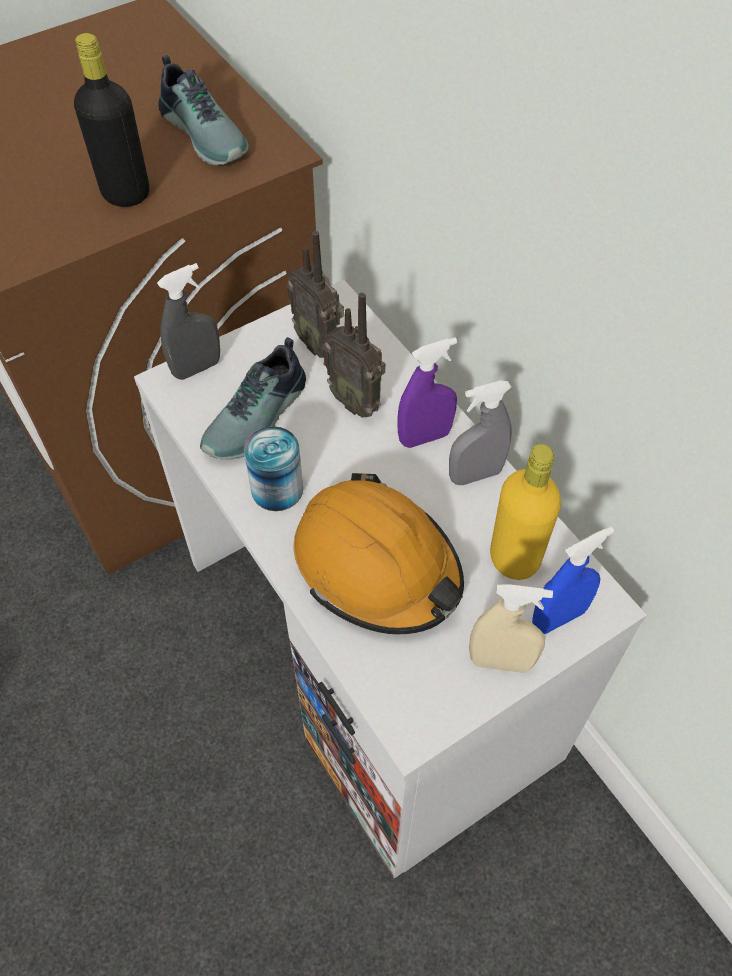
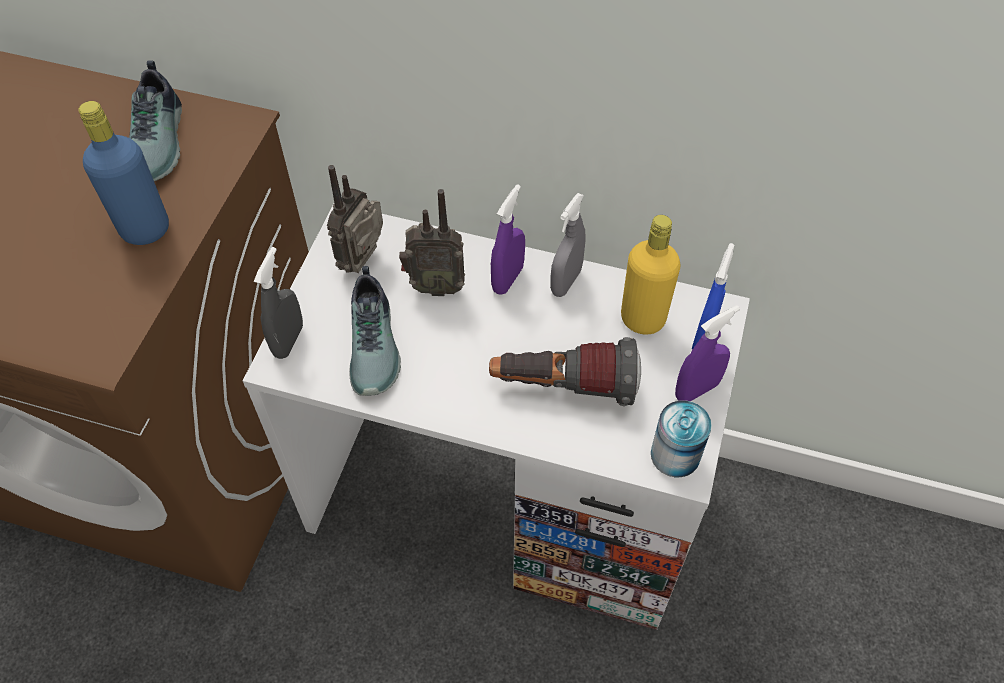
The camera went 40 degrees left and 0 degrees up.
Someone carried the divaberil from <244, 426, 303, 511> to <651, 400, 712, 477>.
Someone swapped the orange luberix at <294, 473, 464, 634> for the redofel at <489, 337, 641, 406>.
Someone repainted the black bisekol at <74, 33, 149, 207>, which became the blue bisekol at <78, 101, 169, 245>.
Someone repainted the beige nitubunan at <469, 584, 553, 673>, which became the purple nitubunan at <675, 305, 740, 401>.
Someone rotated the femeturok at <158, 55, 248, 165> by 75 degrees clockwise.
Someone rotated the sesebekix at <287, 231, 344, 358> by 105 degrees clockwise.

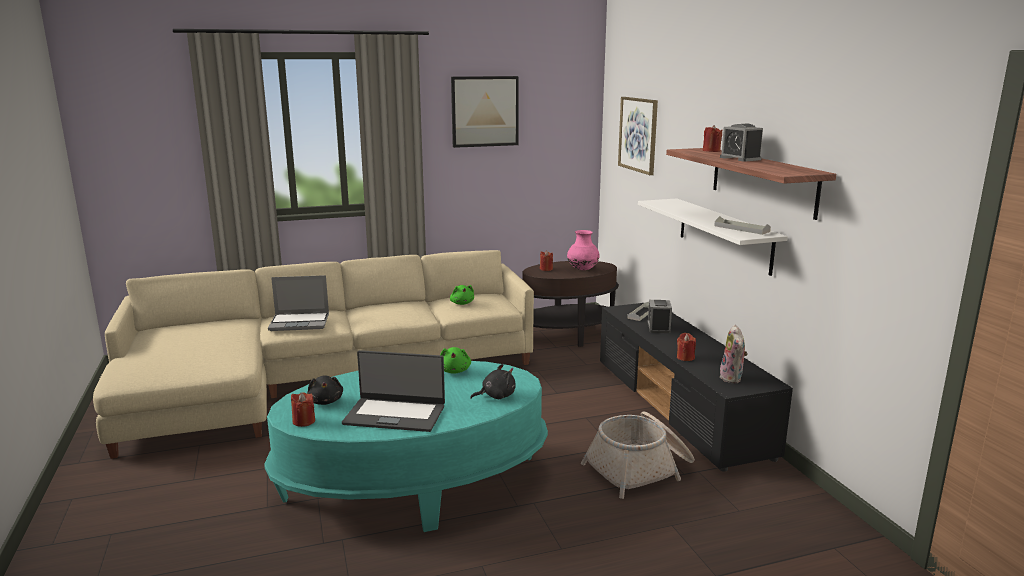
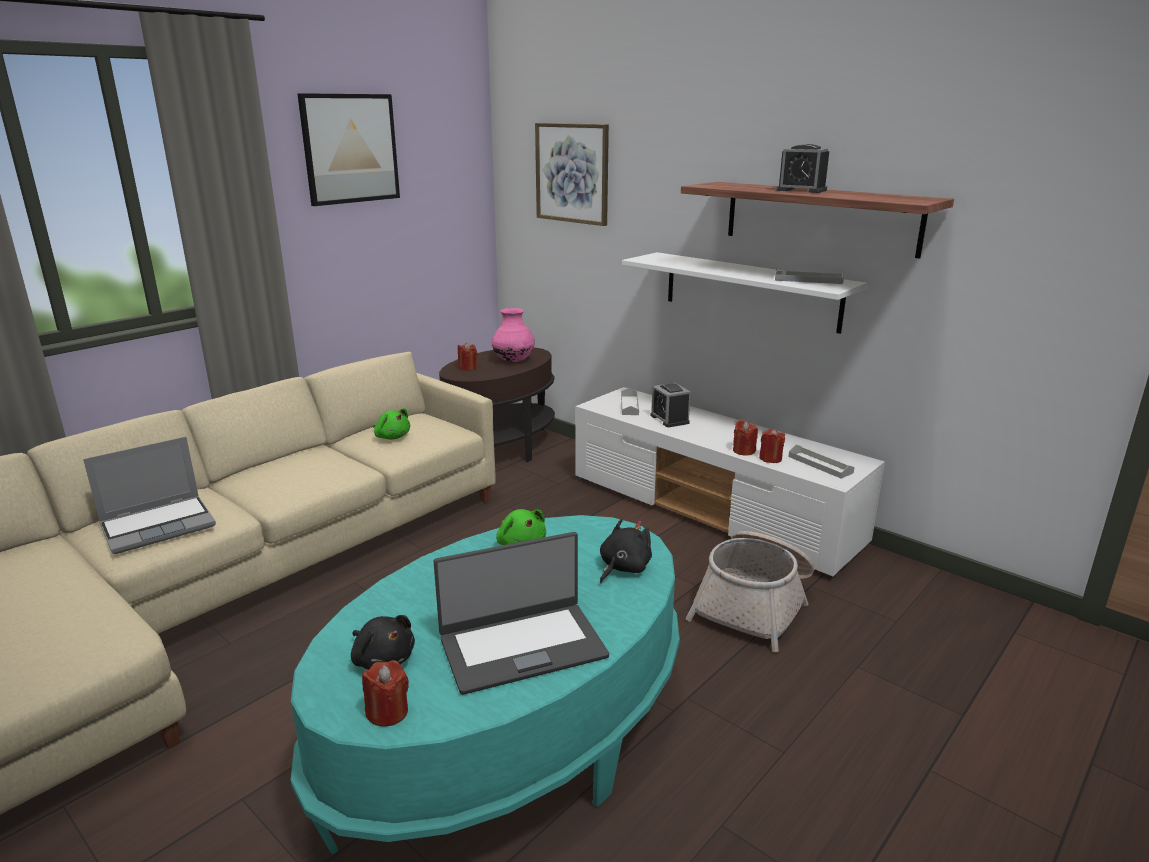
The camera went 30 degrees left and 5 degrees up.
Someone carried the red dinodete from <703, 125, 722, 152> to <759, 429, 785, 463>.
Someone swapped the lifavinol at <720, 325, 748, 383> for the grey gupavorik at <789, 445, 854, 479>.
Someone repainted the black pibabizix at <600, 303, 793, 472>, which became the white pibabizix at <575, 387, 885, 578>.

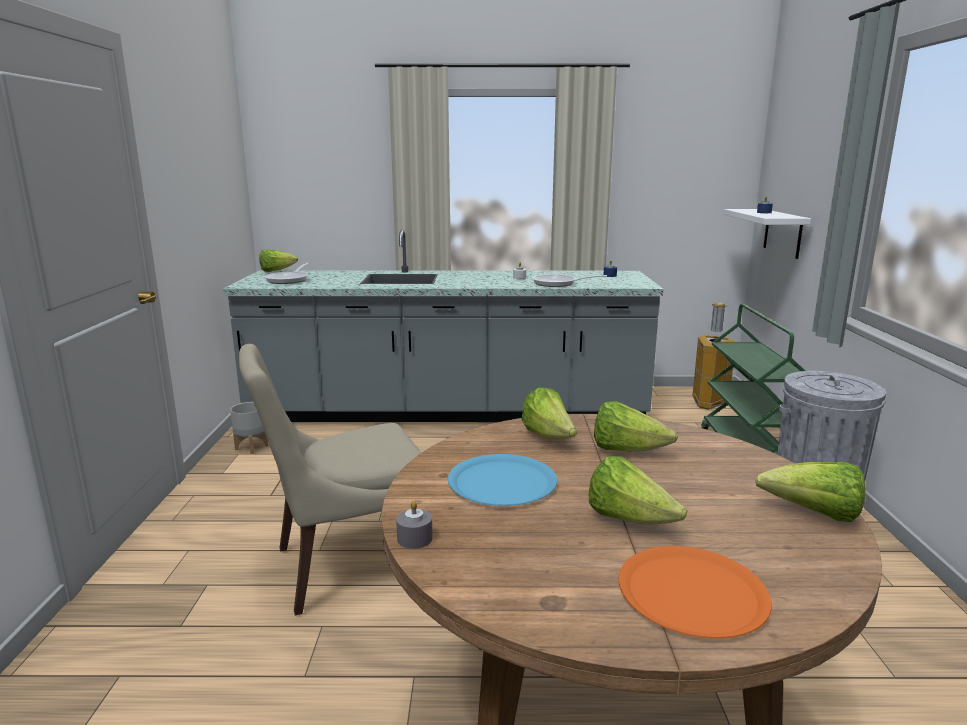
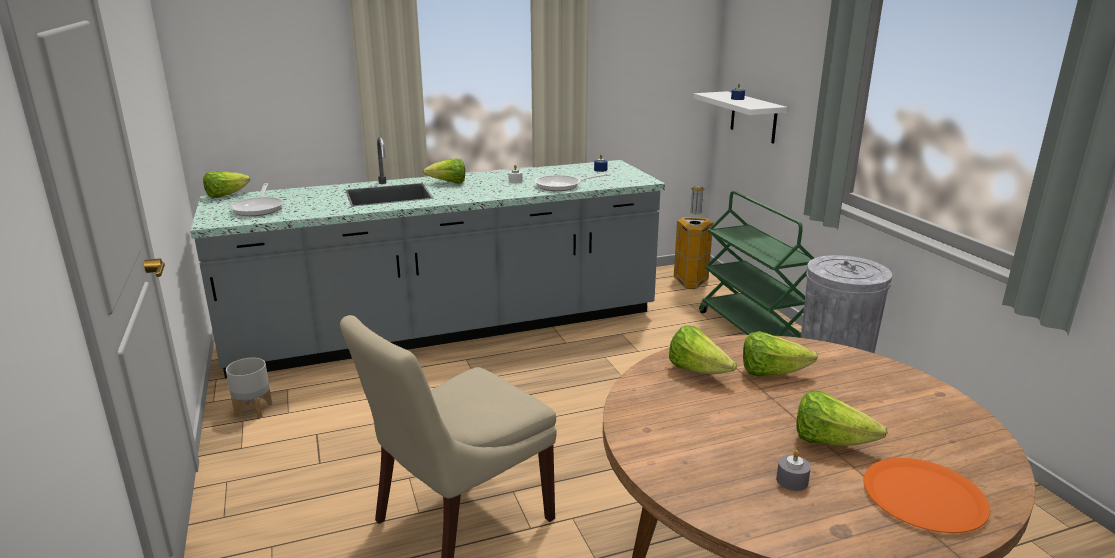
The camera went 20 degrees left and 5 degrees up.
Someone took away the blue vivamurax at <448, 454, 557, 506>.
Someone carried the grey dinodete from <396, 501, 433, 549> to <776, 450, 811, 491>.
Someone carried the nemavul from <755, 462, 866, 522> to <423, 158, 465, 184>.

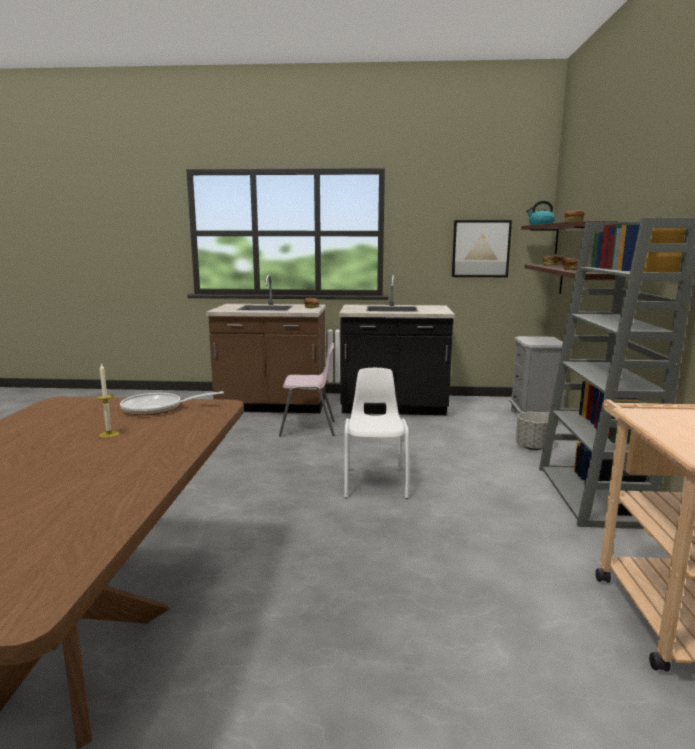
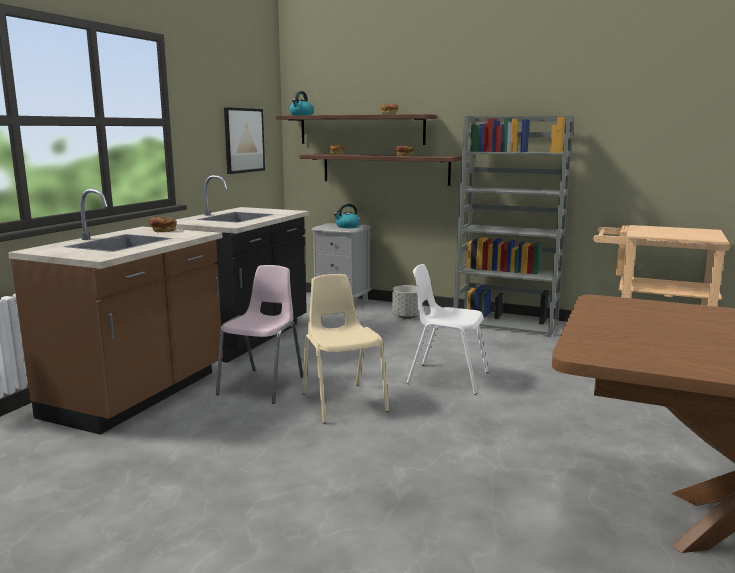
The camera went 70 degrees left and 0 degrees up.
Someone took away the dinodete at <96, 363, 120, 438>.
Someone took away the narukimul at <120, 391, 224, 415>.
Someone put down the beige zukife at <302, 274, 389, 424>.
Someone put down the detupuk at <333, 204, 360, 228>.

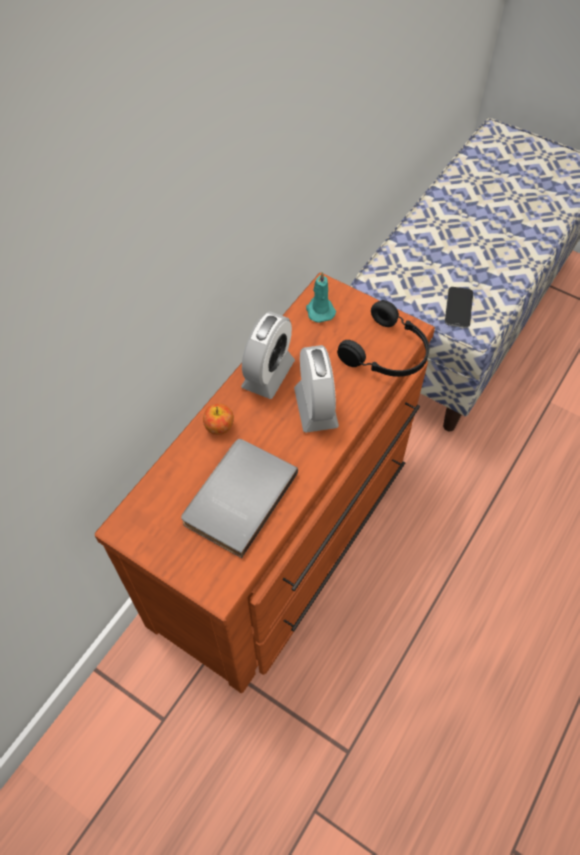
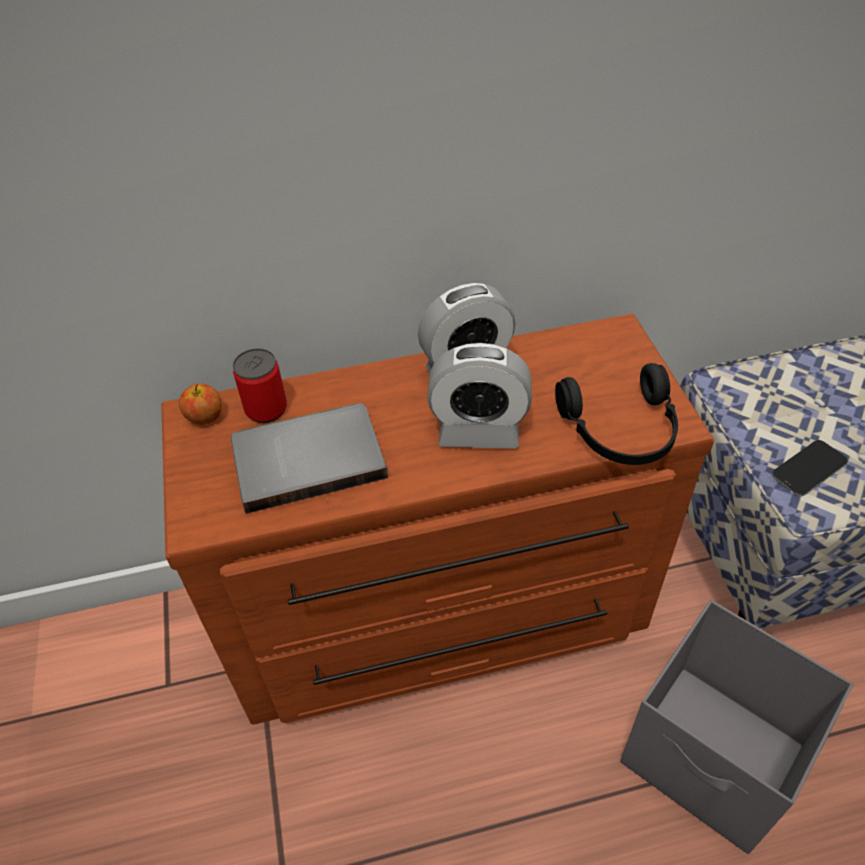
The camera went 45 degrees right and 10 degrees down.
Someone took away the turquoise dinodete at <306, 271, 336, 323>.
Someone put down the divaberil at <233, 348, 287, 423>.
Someone put down the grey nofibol at <620, 600, 854, 854>.
Someone carried the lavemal from <203, 404, 234, 435> to <179, 383, 222, 425>.
Someone rotated the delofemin at <294, 345, 339, 433> by 60 degrees clockwise.

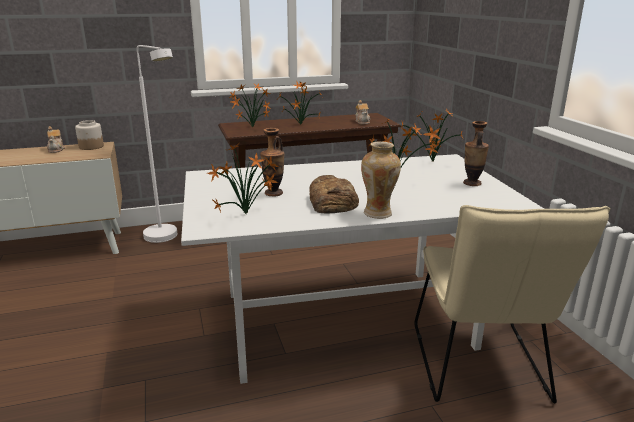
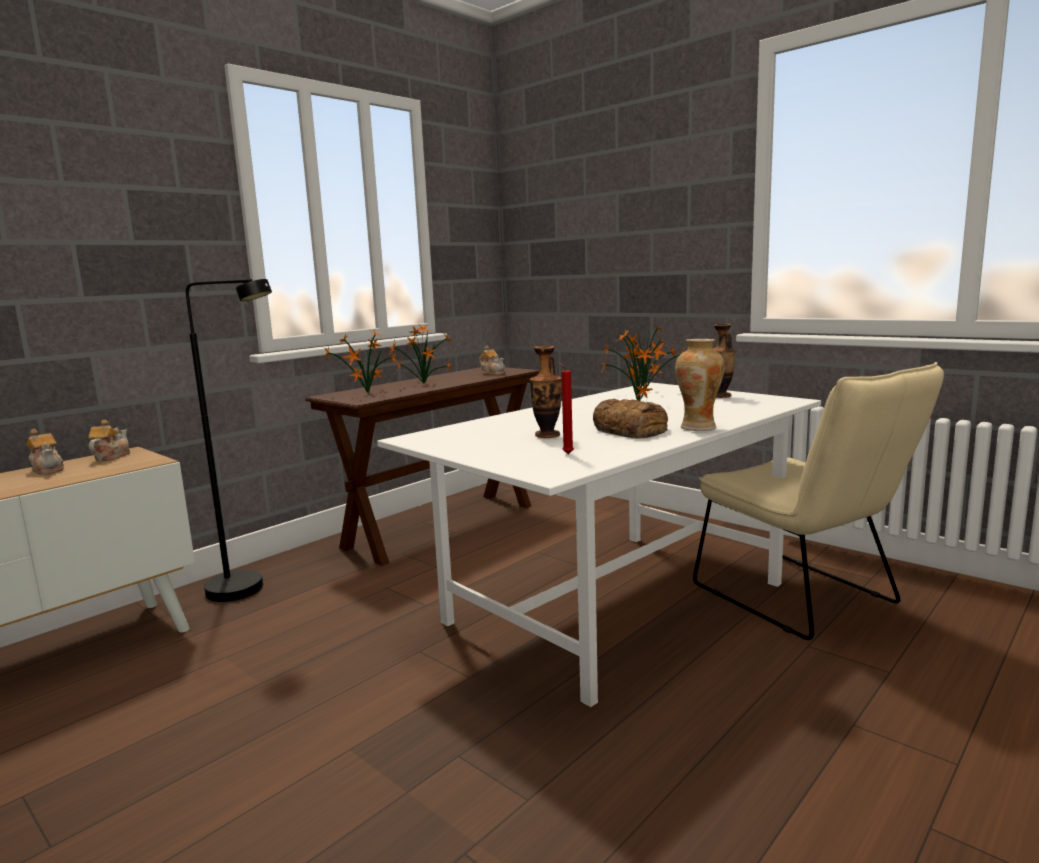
The camera went 30 degrees left and 10 degrees down.
Someone swapped the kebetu at <75, 120, 104, 150> for the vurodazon at <88, 420, 130, 461>.
Someone swapped the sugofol at <207, 142, 279, 214> for the red dinodete at <556, 362, 574, 454>.
Someone repainted the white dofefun at <137, 45, 177, 243>, which became the black dofefun at <186, 279, 272, 602>.

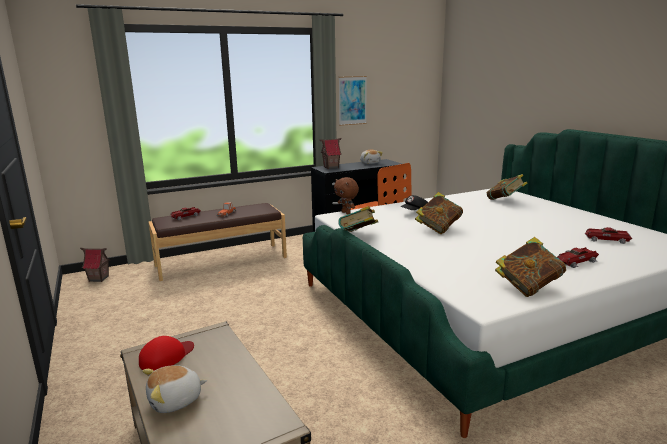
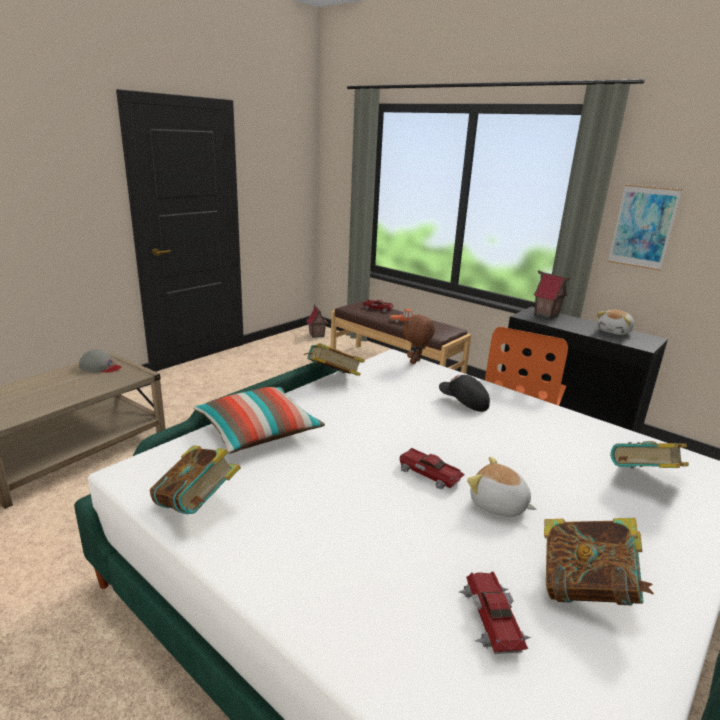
The camera went 65 degrees right and 5 degrees up.
Someone put down the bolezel at <193, 387, 325, 453>.
Someone carried the lifavinol from <142, 365, 207, 413> to <467, 457, 537, 517>.
Someone carried the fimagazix from <415, 192, 463, 234> to <544, 518, 654, 605>.
Someone carried the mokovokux from <557, 247, 599, 268> to <399, 448, 464, 489>.
Someone repainted the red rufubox at <139, 336, 194, 371>, which became the grey rufubox at <79, 349, 122, 373>.

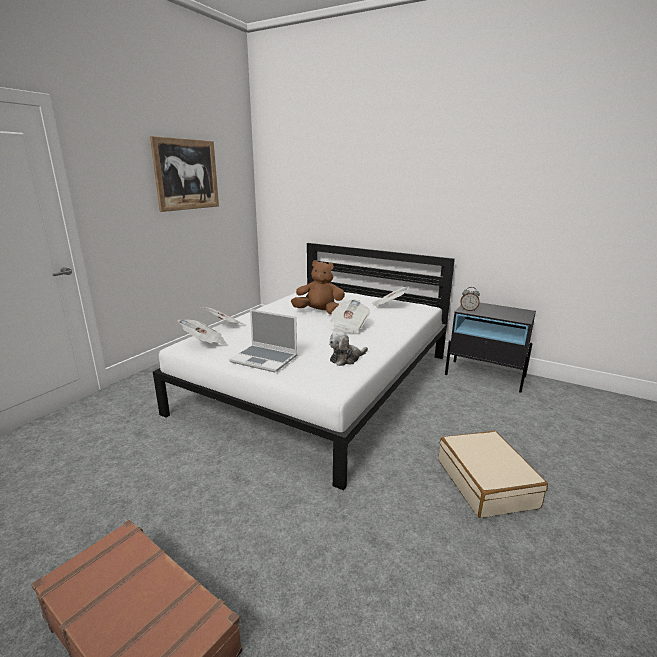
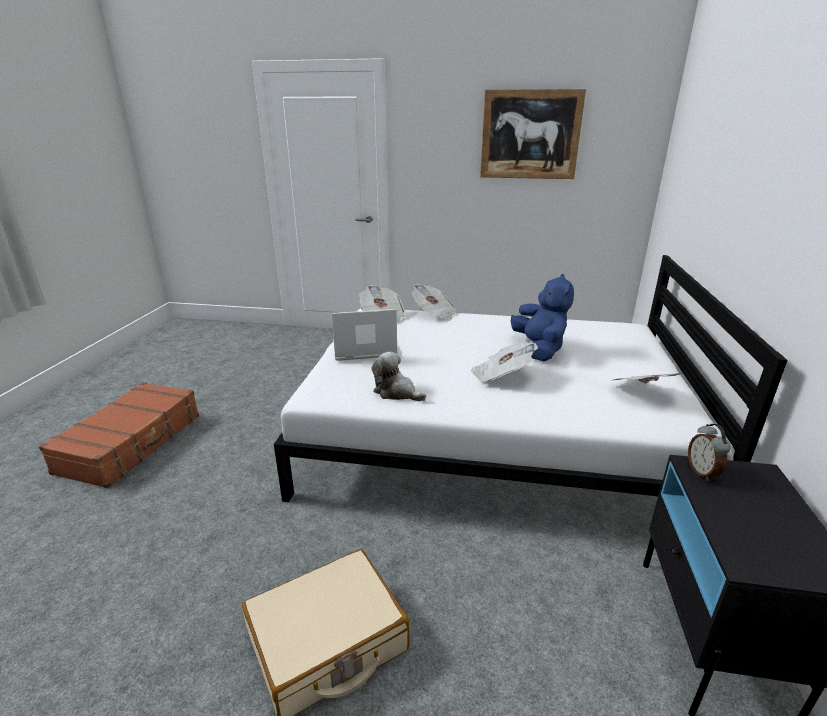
The camera went 70 degrees right and 5 degrees up.
Someone repainted the brown lifavinol at <291, 260, 345, 315>, which became the blue lifavinol at <511, 274, 574, 361>.
Someone rotated the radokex at <229, 309, 297, 373> by 75 degrees clockwise.

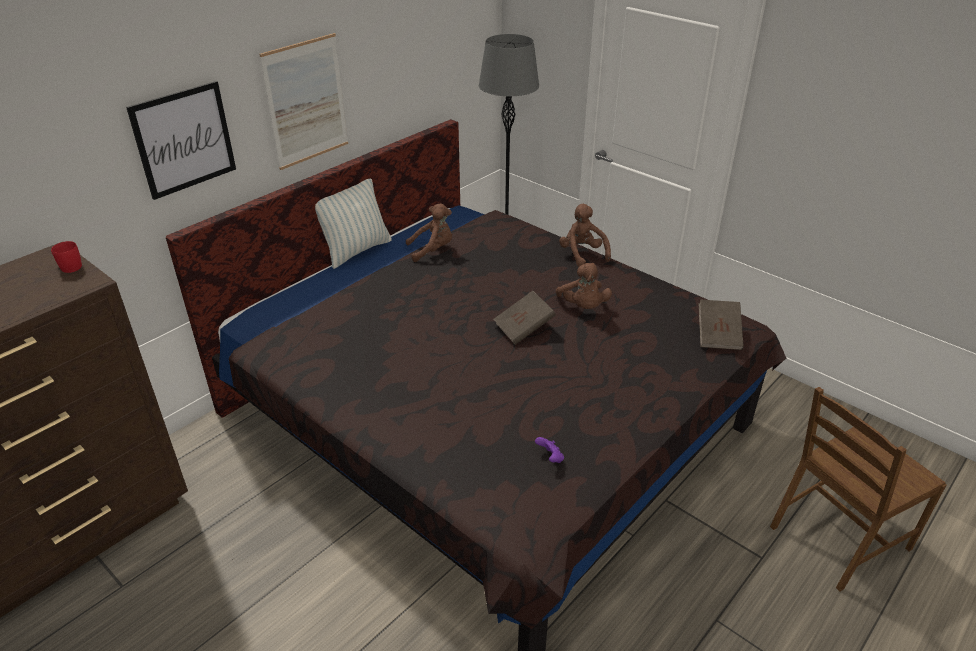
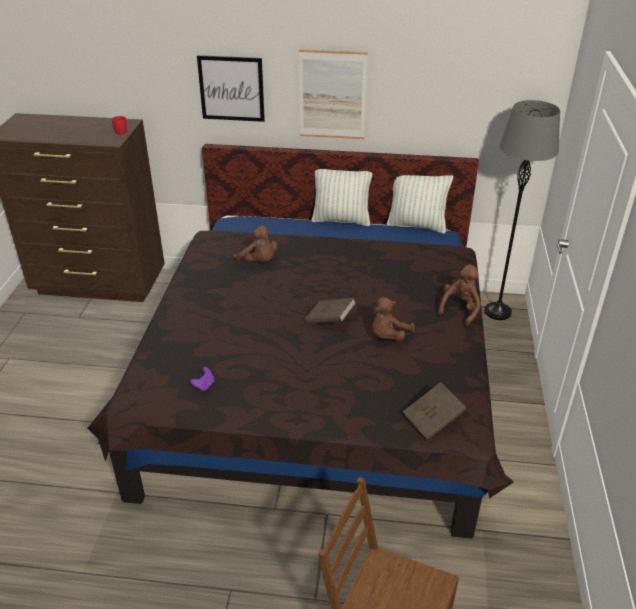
The camera went 55 degrees right and 0 degrees up.
Someone put down the bolezel at <386, 175, 453, 233>.
Someone carried the brown lifavinol from <406, 204, 452, 262> to <233, 226, 278, 262>.

